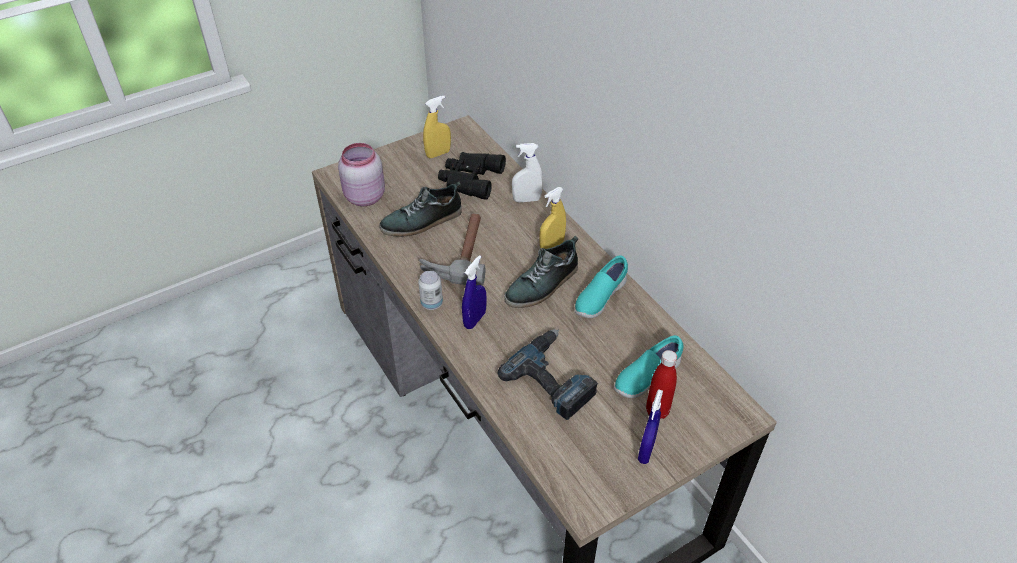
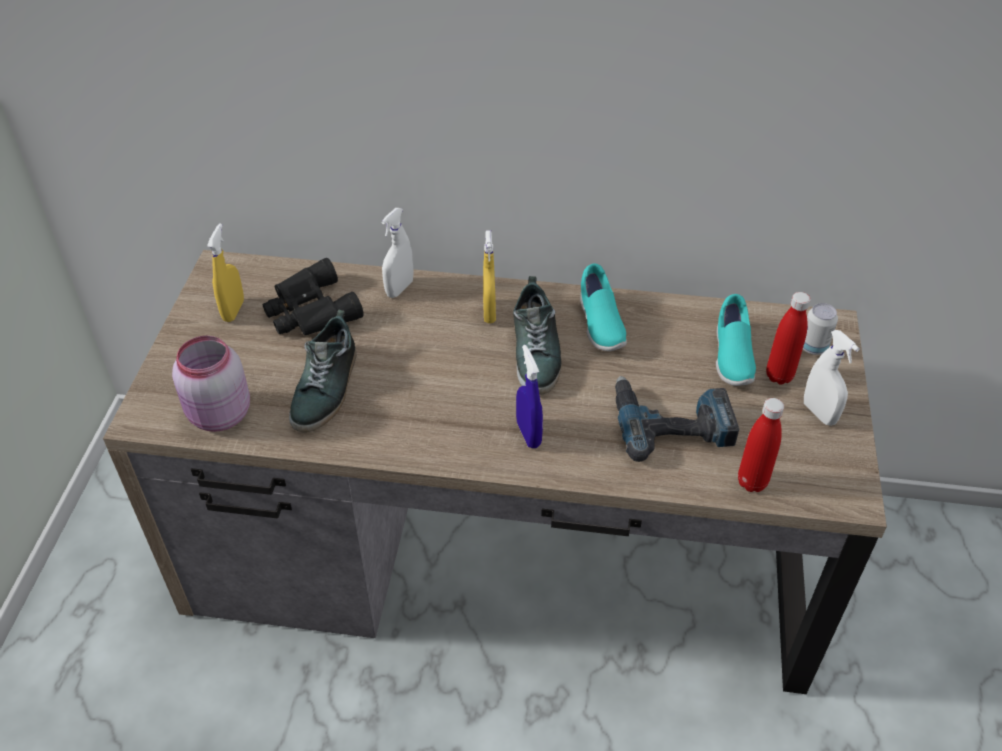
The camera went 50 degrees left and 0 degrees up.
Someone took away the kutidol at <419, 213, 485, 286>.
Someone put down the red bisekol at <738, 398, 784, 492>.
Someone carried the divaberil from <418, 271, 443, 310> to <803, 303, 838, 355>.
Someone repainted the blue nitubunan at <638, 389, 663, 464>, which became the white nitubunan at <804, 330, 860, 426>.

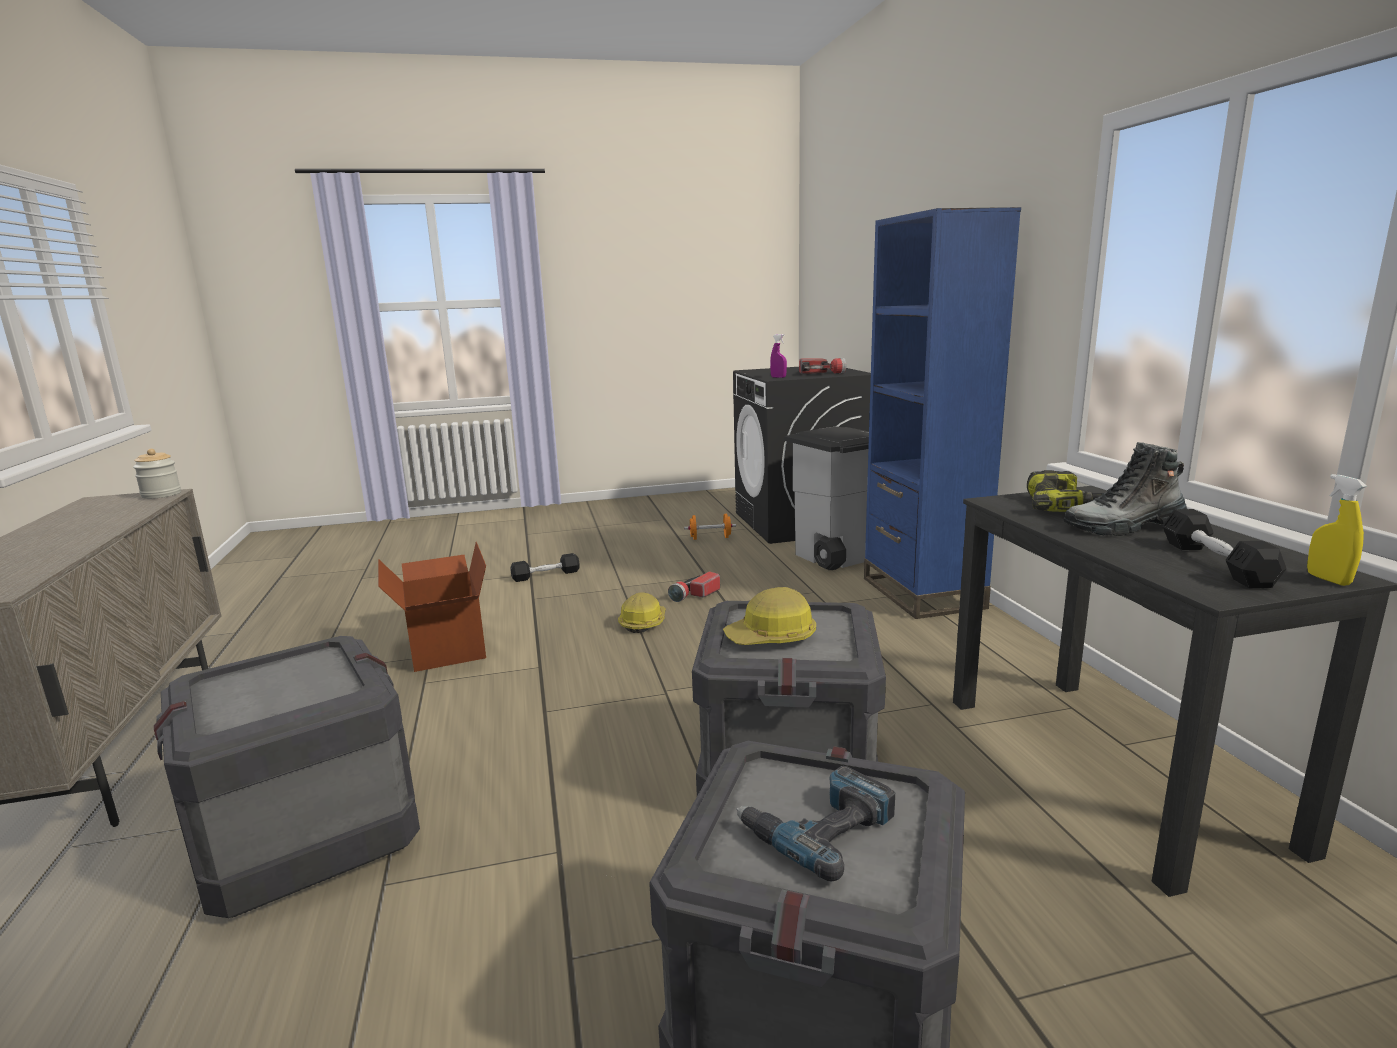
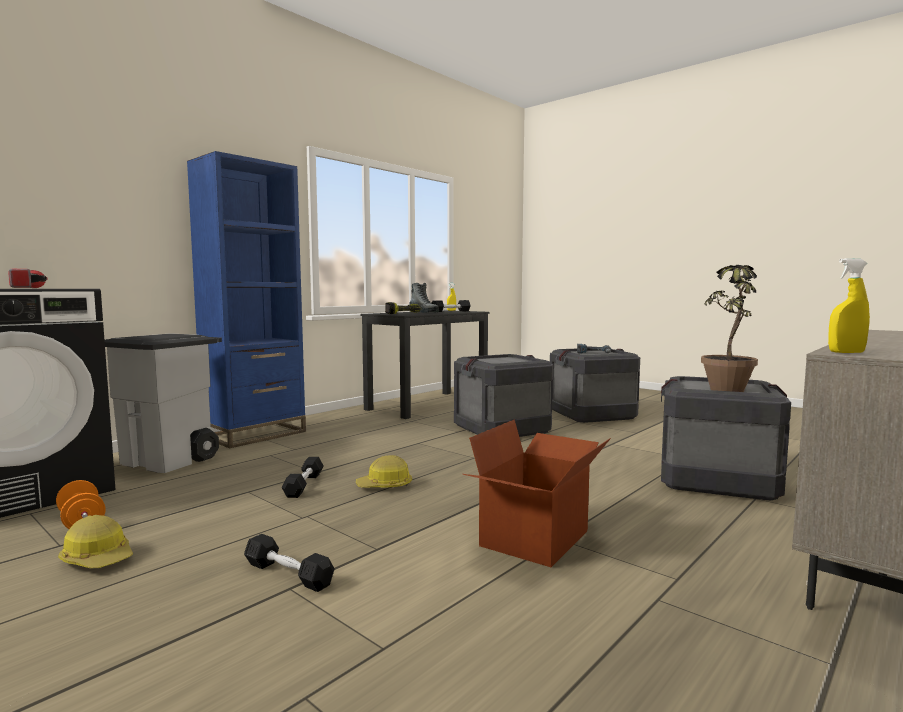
The camera went 125 degrees left and 10 degrees down.
Someone took away the purple nitubunan at <770, 334, 787, 378>.
Someone put down the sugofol at <701, 265, 758, 392>.
Someone carried the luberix from <723, 587, 816, 645> to <58, 515, 133, 569>.
Someone swapped the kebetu at <133, 449, 181, 499> for the yellow nitubunan at <828, 258, 870, 353>.
Someone swapped the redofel at <668, 571, 720, 602> for the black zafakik at <282, 457, 324, 498>.

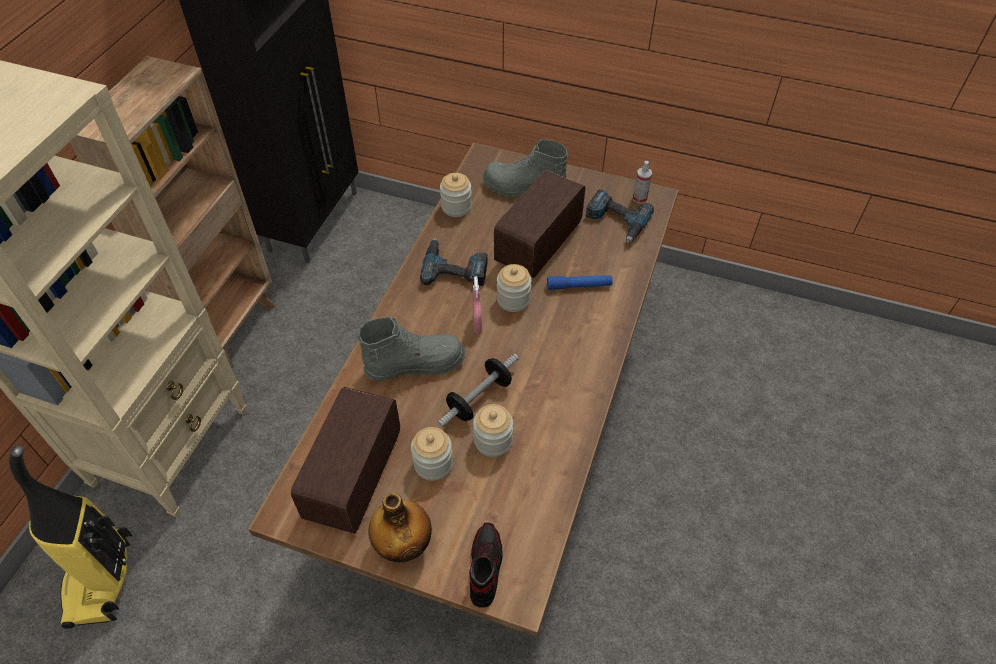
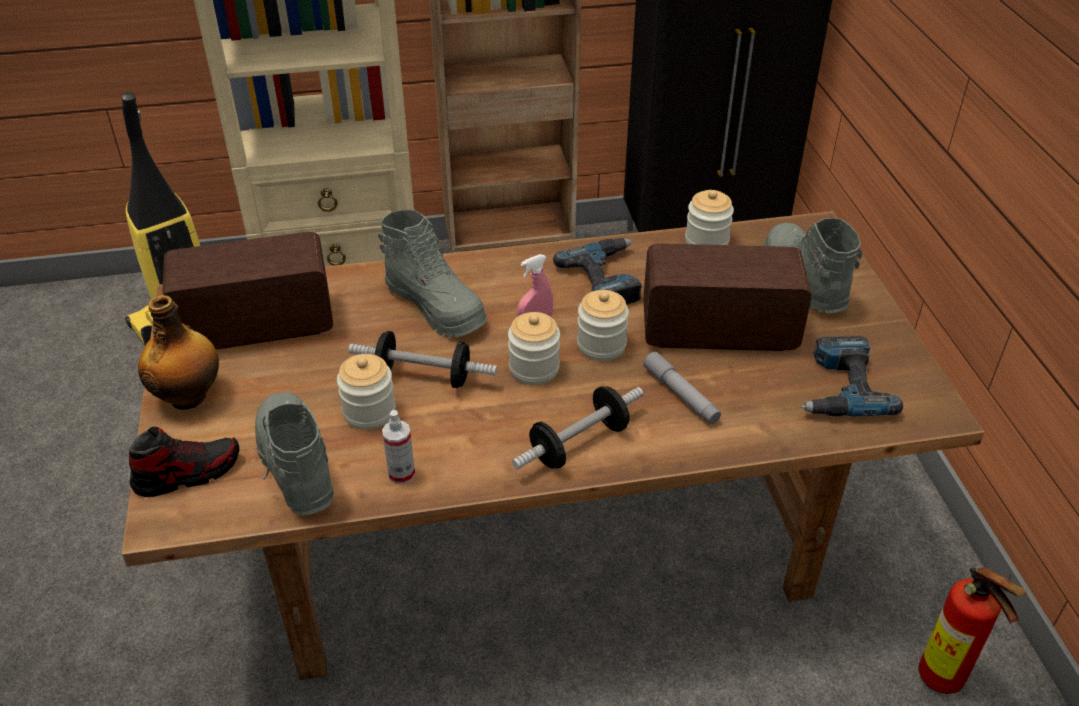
The camera went 60 degrees right and 10 degrees down.
Someone put down the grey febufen at <255, 392, 334, 515>.
Someone put down the zafakik at <512, 386, 644, 470>.
Someone put down the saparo at <919, 567, 1026, 694>.
Someone carried the kebetu from <411, 427, 453, 481> to <508, 312, 560, 385>.
Someone carried the nitubunan from <633, 161, 652, 204> to <382, 410, 415, 484>.
Someone repainted the blue redofel at <547, 275, 613, 290>, which became the grey redofel at <643, 352, 721, 424>.

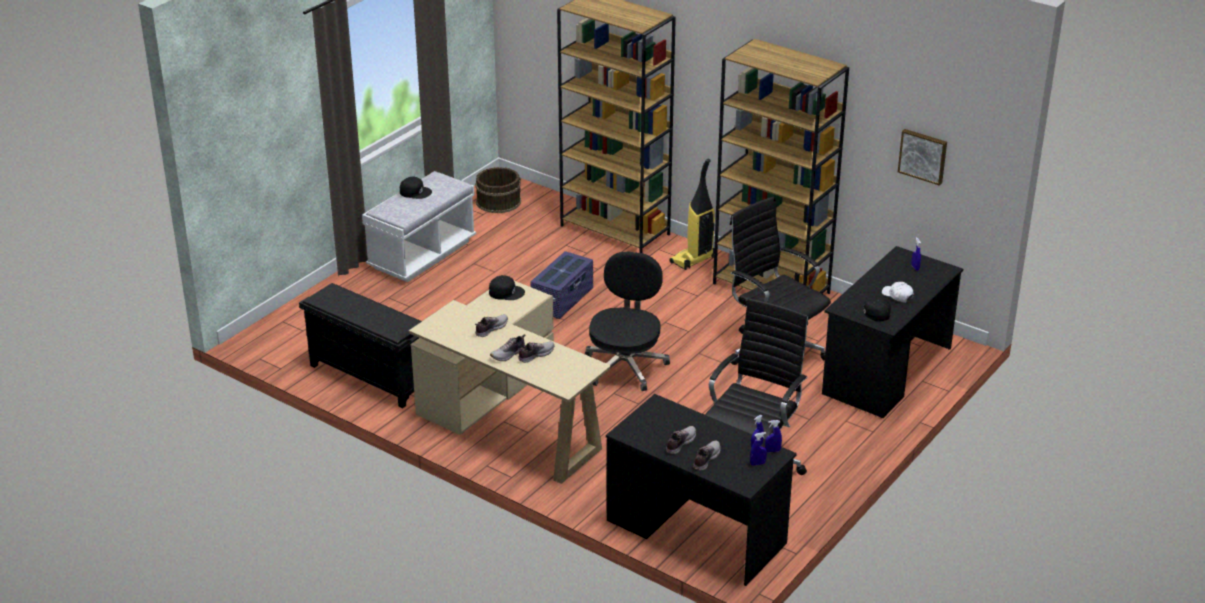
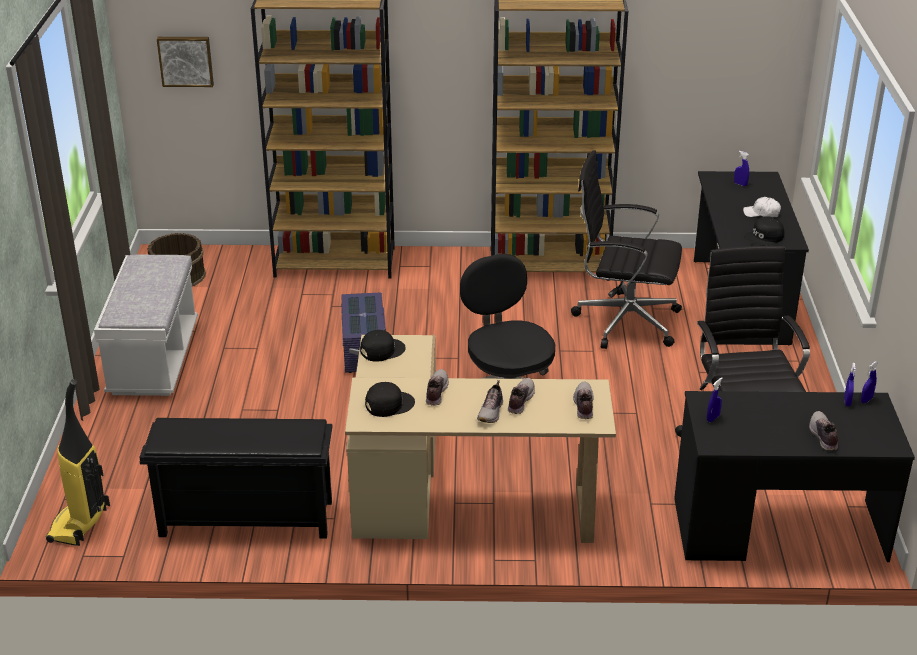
The camera went 35 degrees left and 0 degrees up.
Someone carried the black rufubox from <400, 177, 432, 199> to <365, 382, 415, 417>.
Someone carried the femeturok from <666, 426, 696, 454> to <573, 382, 594, 419>.
Someone carried the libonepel from <669, 158, 714, 270> to <46, 379, 110, 546>.
Someone carried the blue nitubunan from <750, 432, 767, 466> to <707, 377, 723, 422>.
Someone carried the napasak from <898, 129, 947, 186> to <157, 37, 214, 87>.

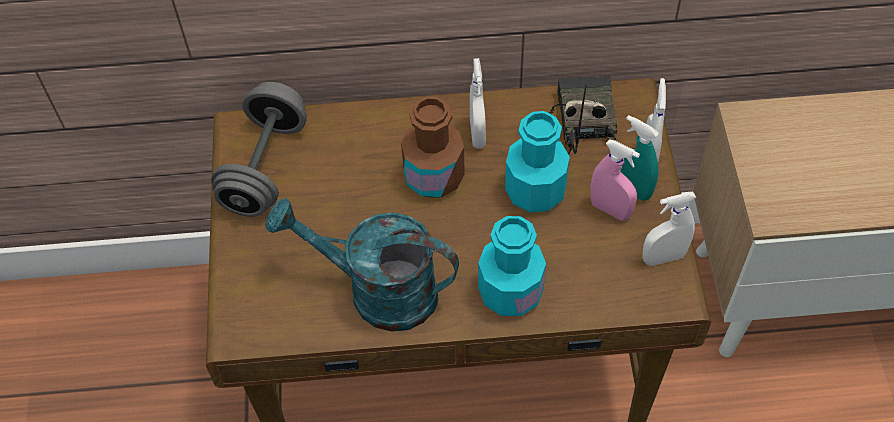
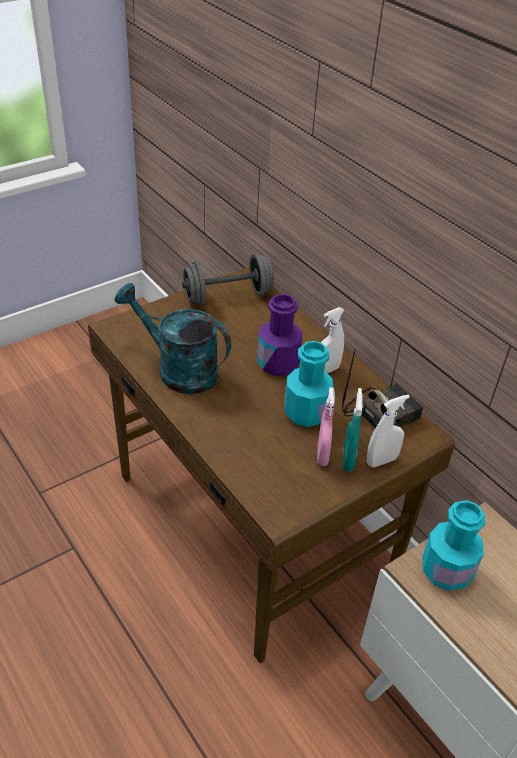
The camera went 55 degrees right and 15 degrees down.
Someone took away the white nitubunan at <642, 192, 696, 266>.
Someone carried the turquoise bisekol from <478, 216, 546, 316> to <422, 500, 486, 590>.
Someone repainted the brown bisekol at <401, 97, 465, 198>, which became the purple bisekol at <257, 294, 303, 376>.
Someone rotated the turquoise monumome at <266, 198, 459, 332> by 45 degrees counterclockwise.

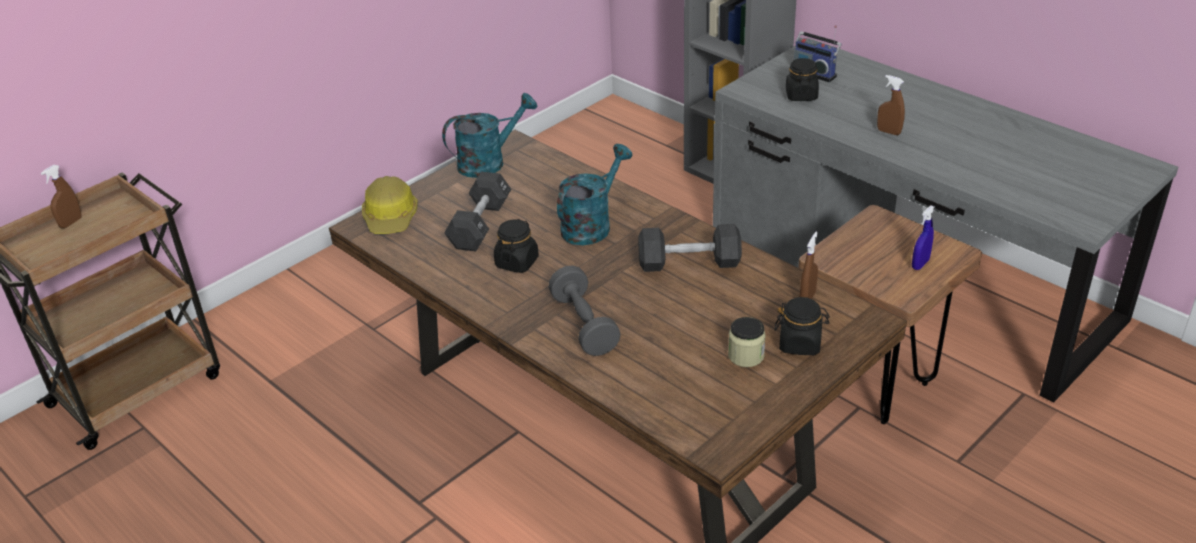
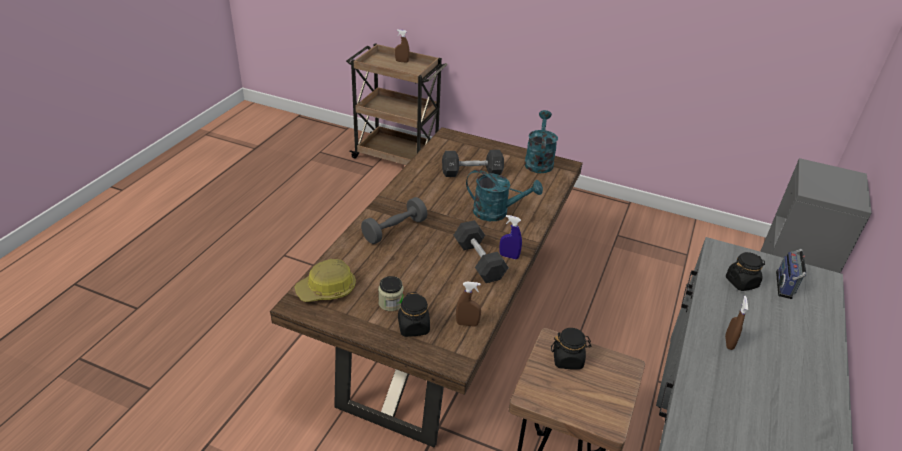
The camera went 65 degrees right and 0 degrees up.
Someone carried the luberix from <362, 176, 418, 234> to <295, 259, 356, 302>.
Someone carried the black kebetu from <494, 219, 539, 273> to <551, 328, 592, 370>.
Someone carried the blue nitubunan from <912, 205, 935, 270> to <499, 215, 522, 259>.
Someone rotated the turquoise monumome at <442, 93, 537, 178> by 120 degrees counterclockwise.

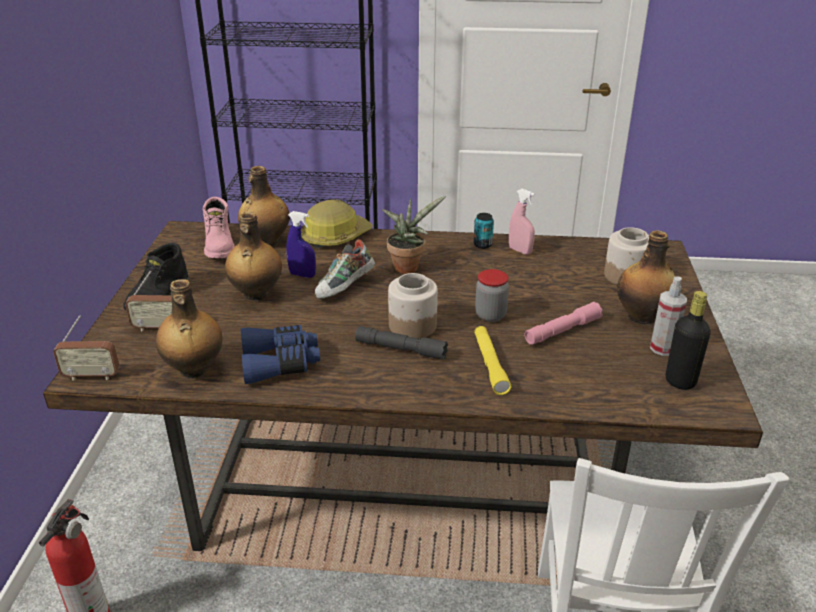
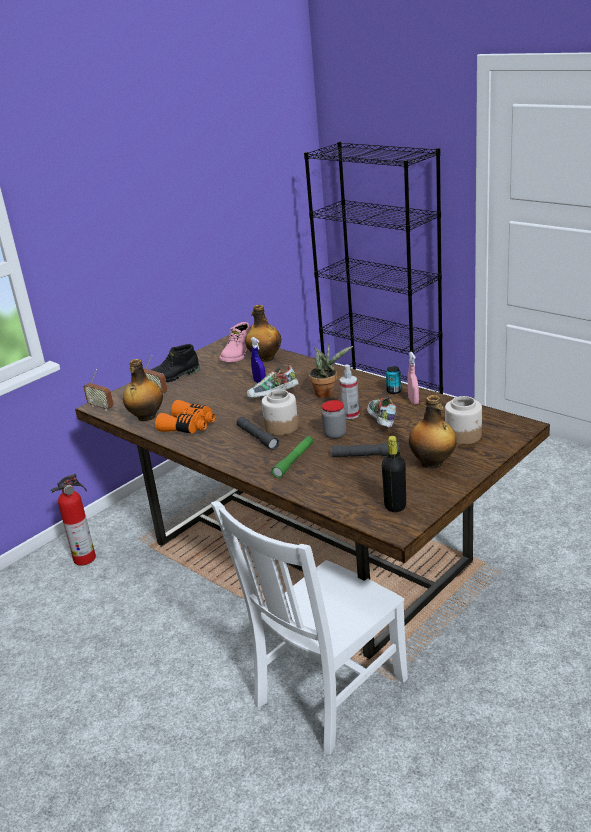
The camera went 40 degrees right and 5 degrees down.
Someone took away the bisekol at <225, 212, 282, 301>.
Someone took away the luberix at <301, 200, 373, 248>.
Someone put down the femeturok at <367, 398, 396, 428>.
Someone carried the nitubunan from <650, 277, 687, 356> to <340, 364, 359, 419>.
Someone repainted the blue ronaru at <241, 325, 320, 384>, which became the orange ronaru at <155, 400, 215, 434>.
Someone repainted the yellow redofel at <474, 326, 511, 395>, which became the green redofel at <271, 436, 313, 478>.
Someone repainted the pink redofel at <525, 302, 603, 345>, which became the grey redofel at <332, 442, 400, 457>.

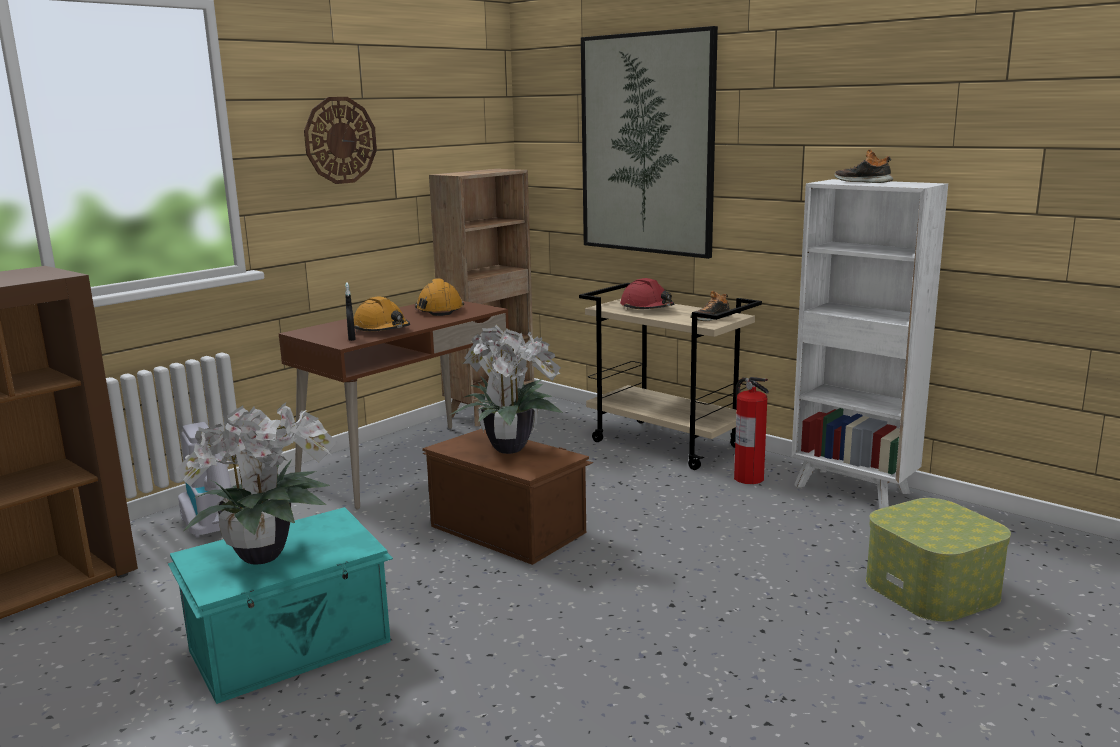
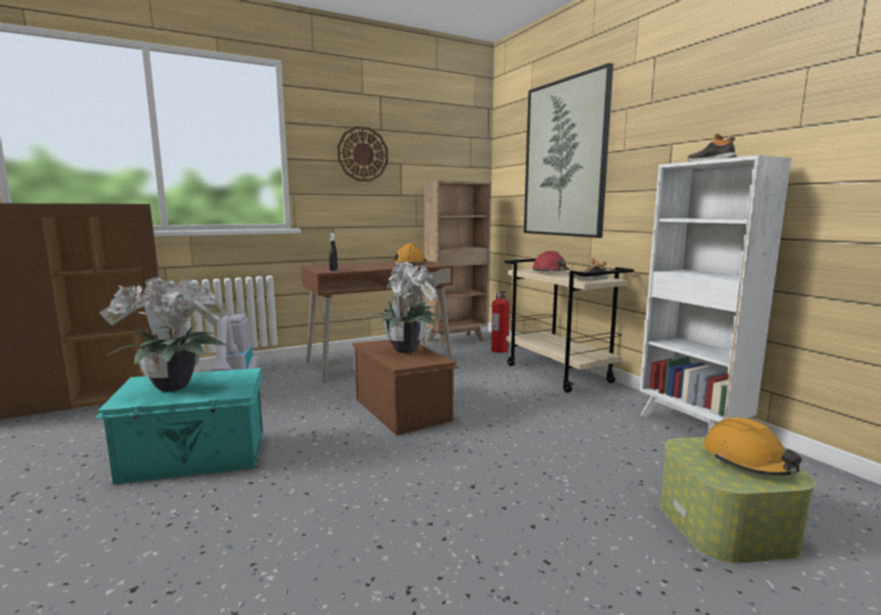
The camera went 20 degrees right and 5 degrees down.
Someone carried the orange luberix from <354, 296, 410, 332> to <704, 417, 802, 476>.
Someone carried the saparo from <734, 377, 769, 484> to <491, 291, 510, 353>.

